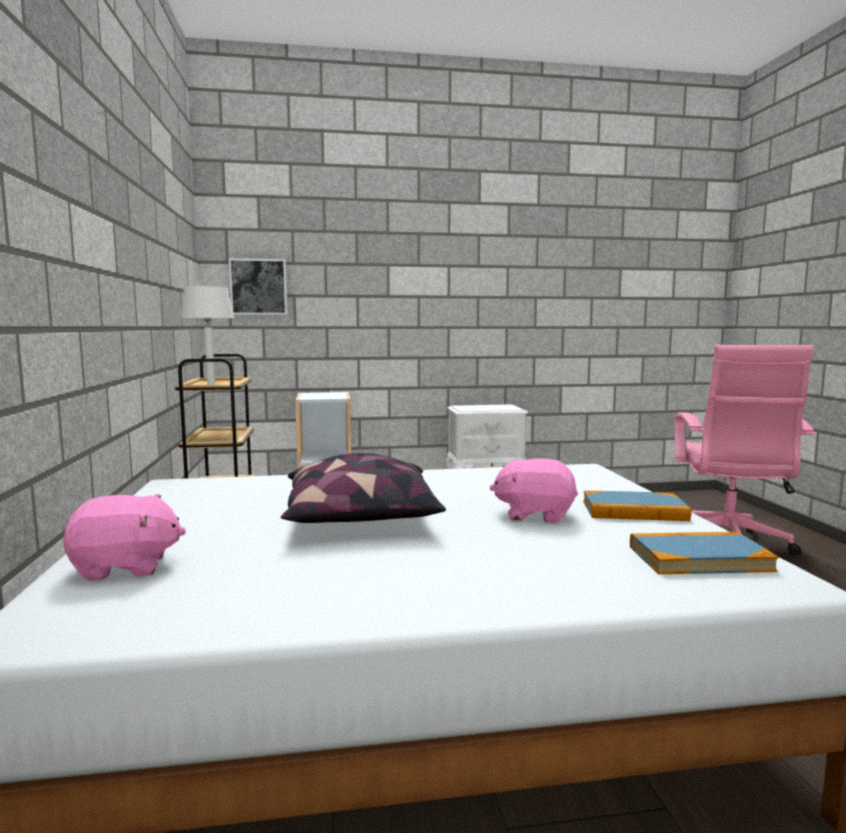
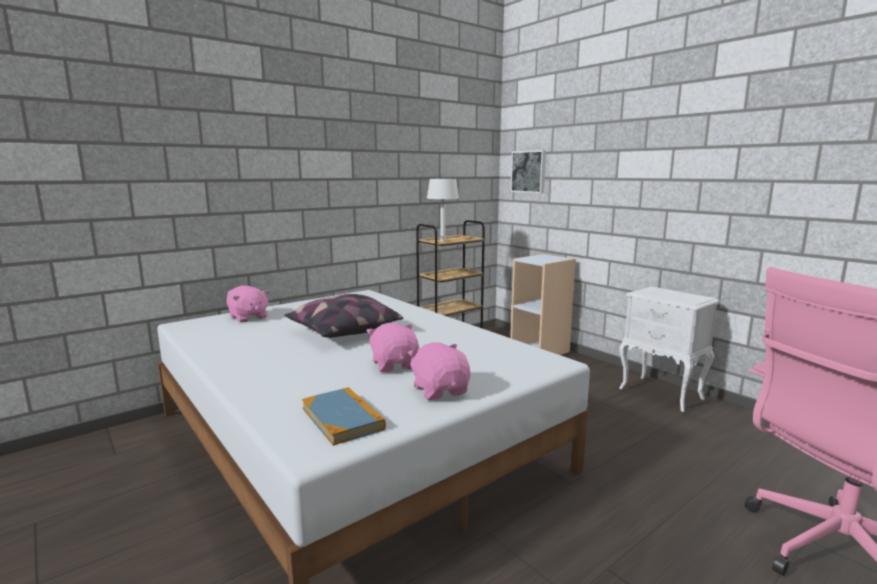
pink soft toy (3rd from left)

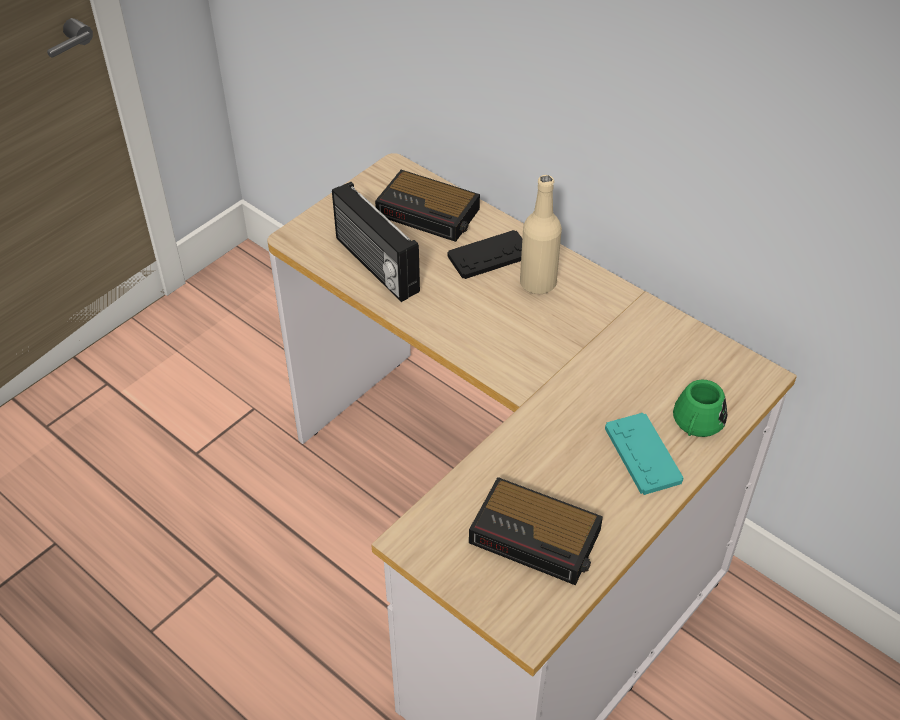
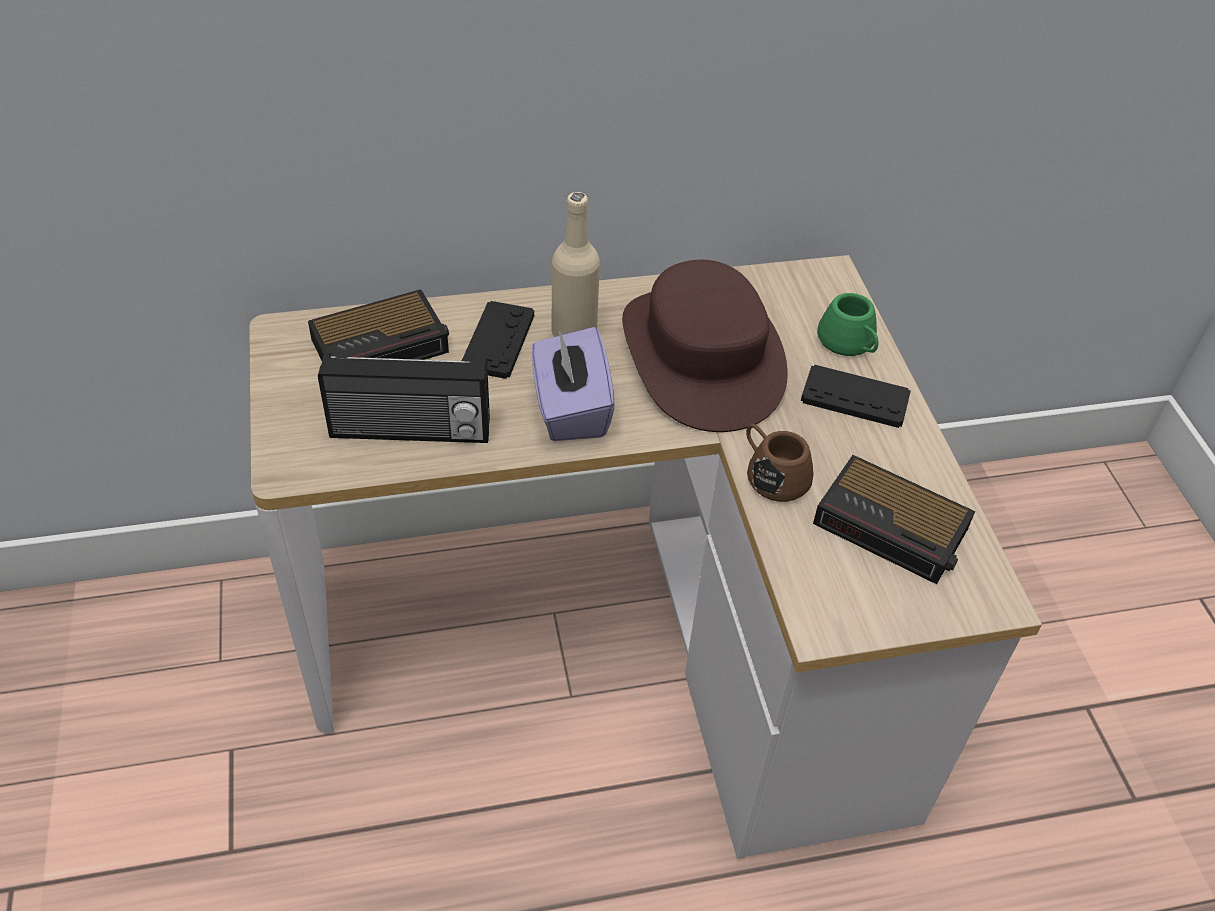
purple-coloured box of tissues; brown hat; brown tea mug; blackish gamepad (2nd from left); alarm clock (2nd from left)

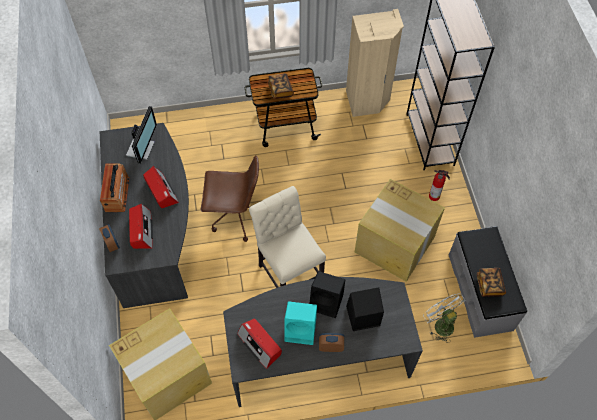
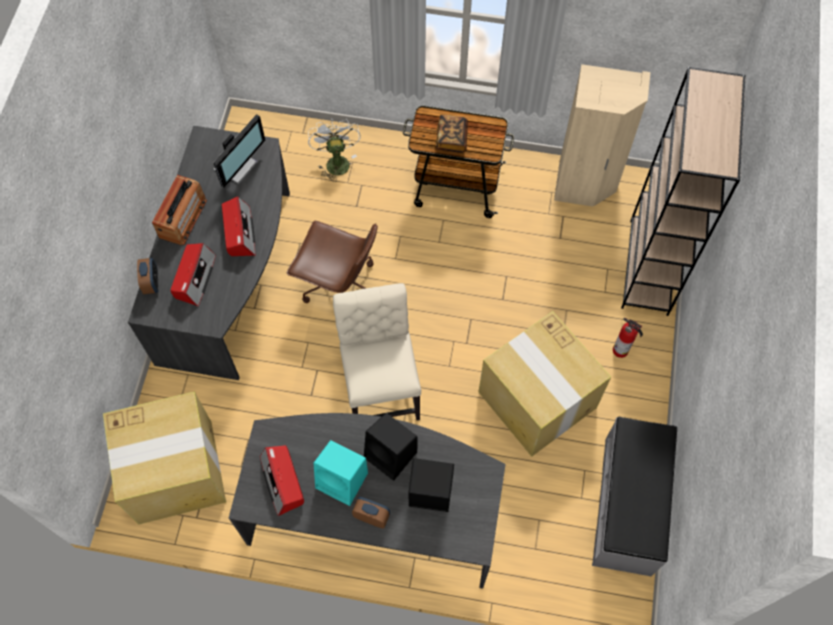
white-coloured electric fan; volume (2nd from left in the first image)

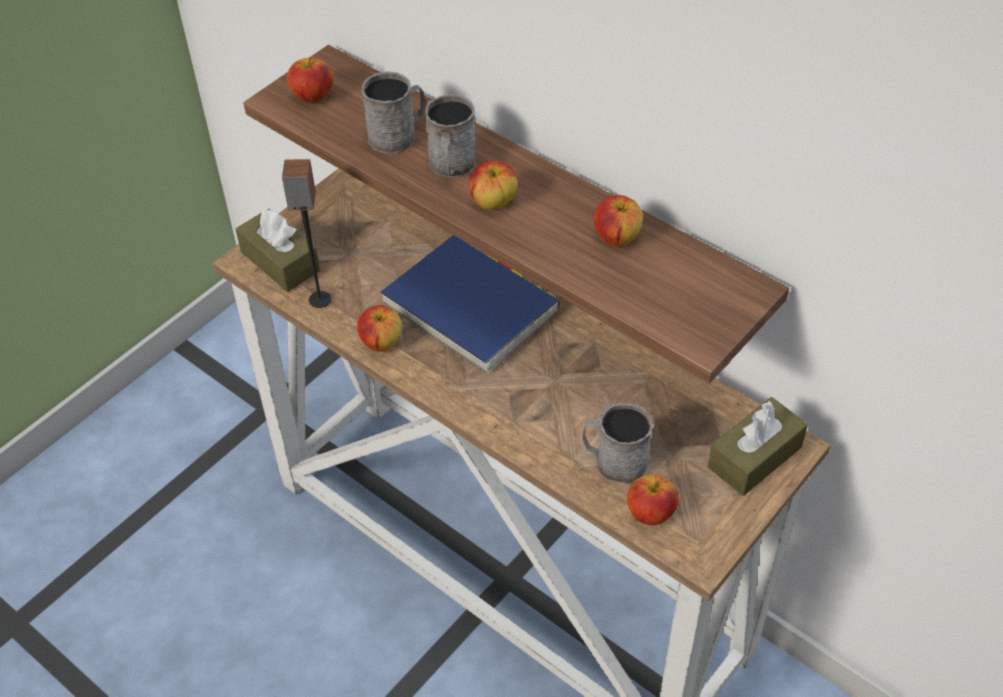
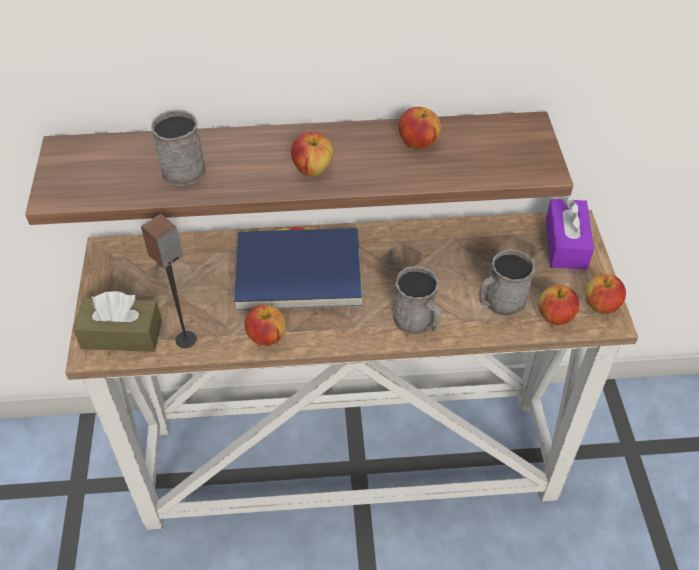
gray tea mug (2nd from left); purple-coloured box of tissues; whole apple (5th from left)

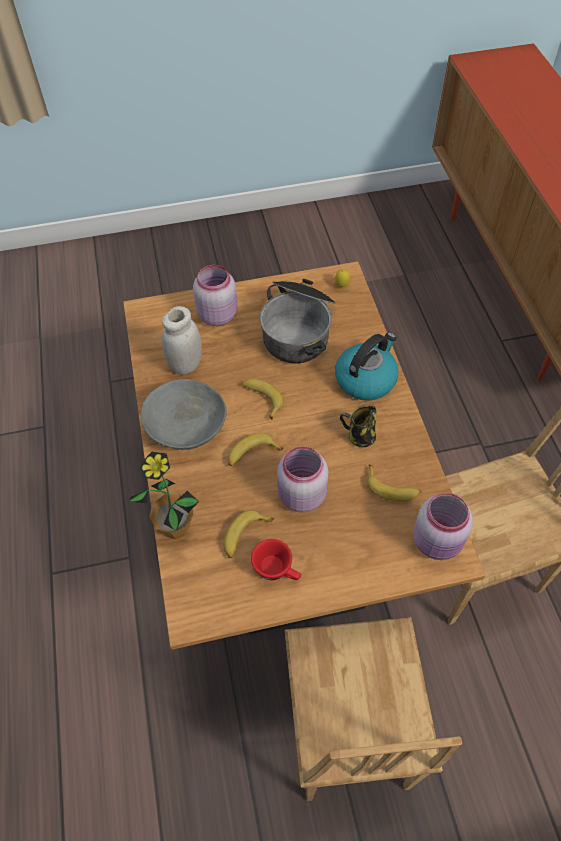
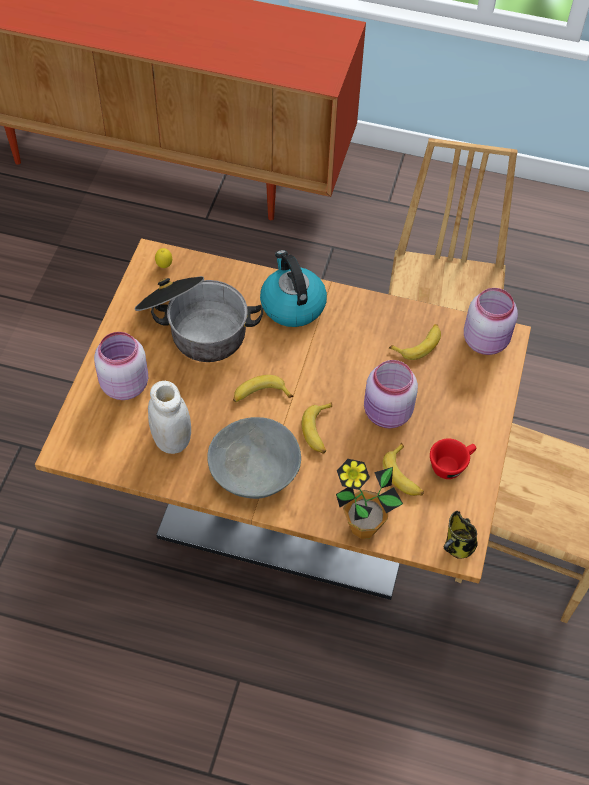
tea mug

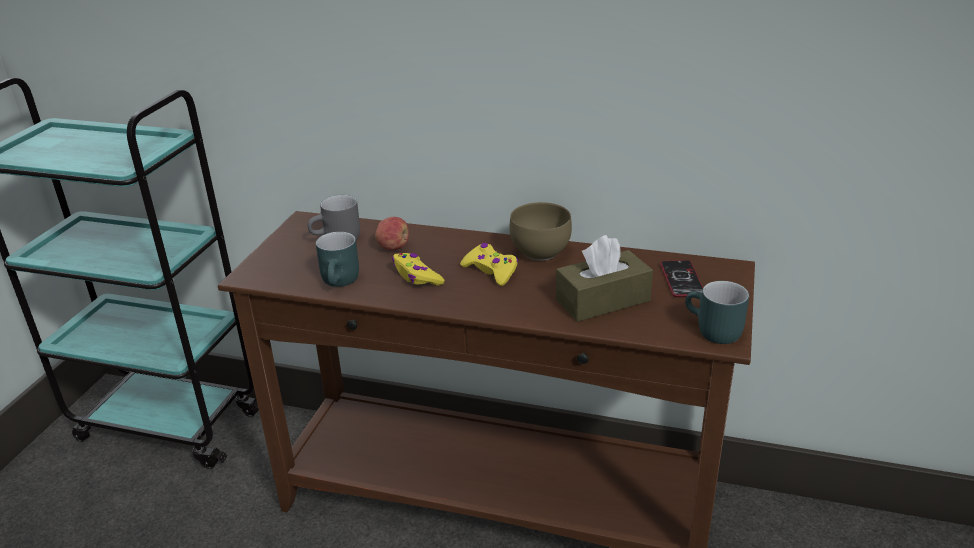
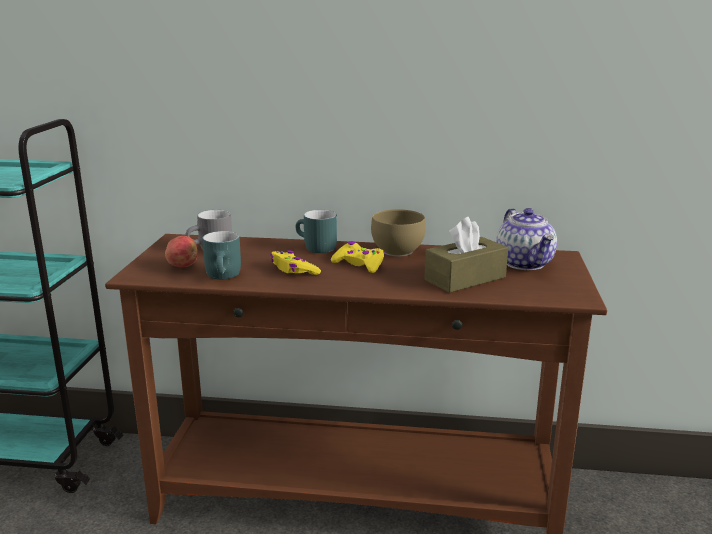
whole apple; blue-green tea mug (2nd from left); tea pot

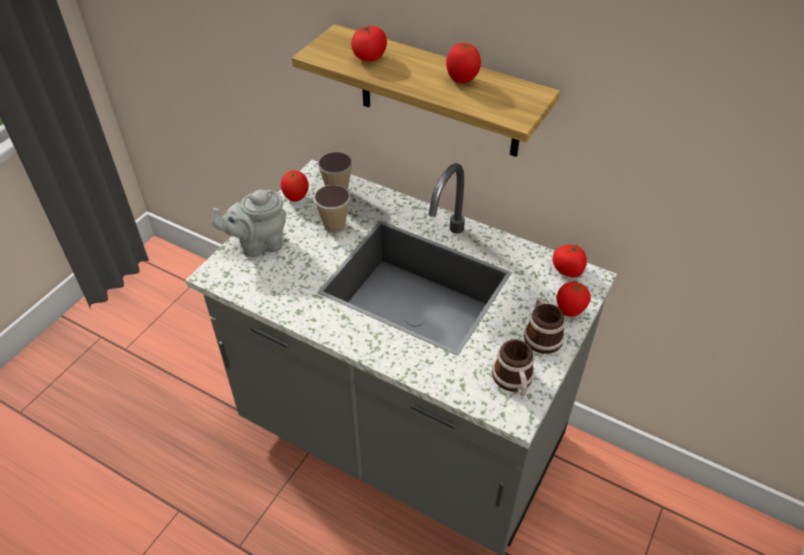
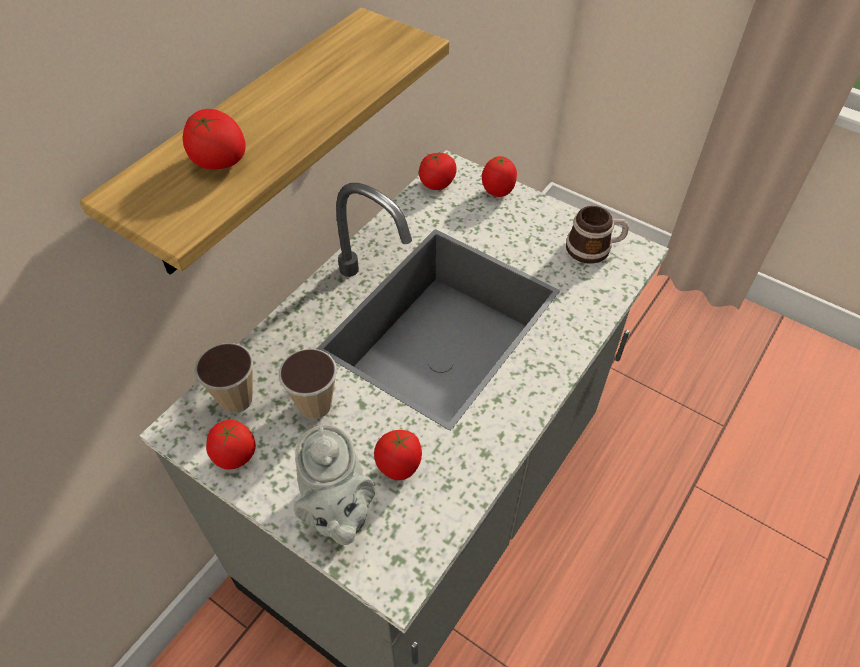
tomato (3rd from left); tea mug (2nd from left in the first image)

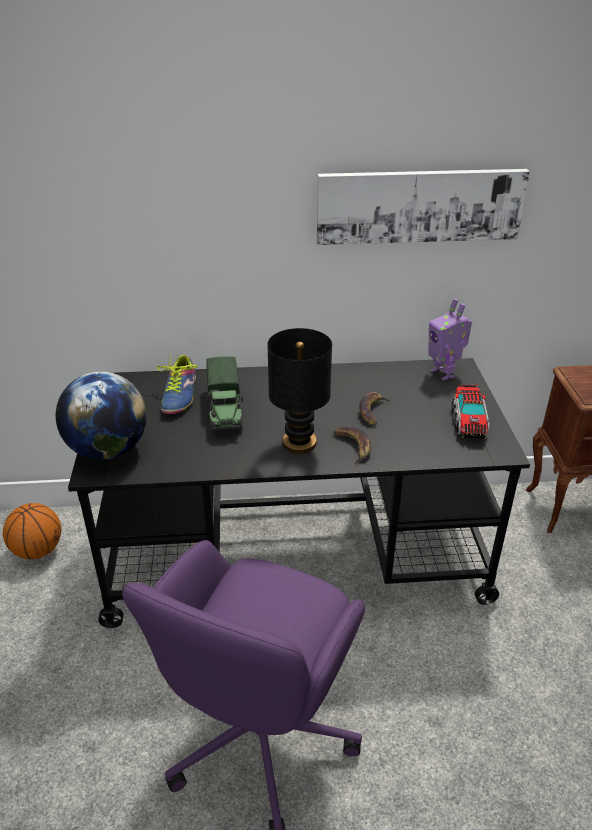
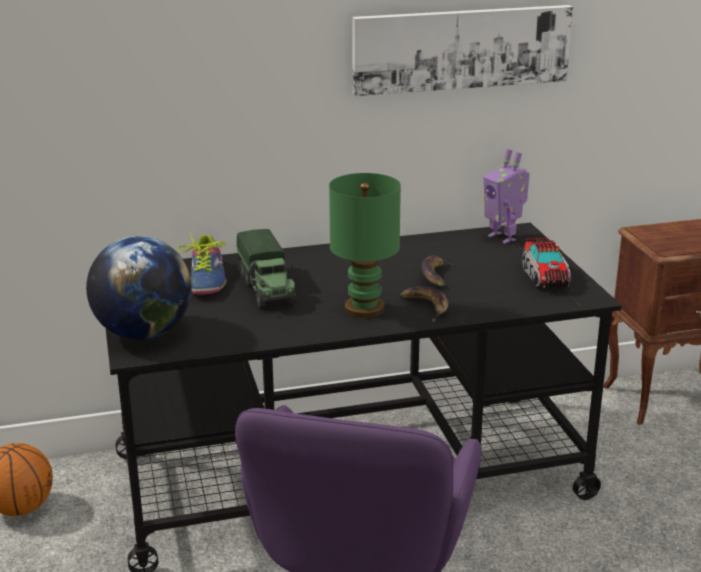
greenish tabletop lamp

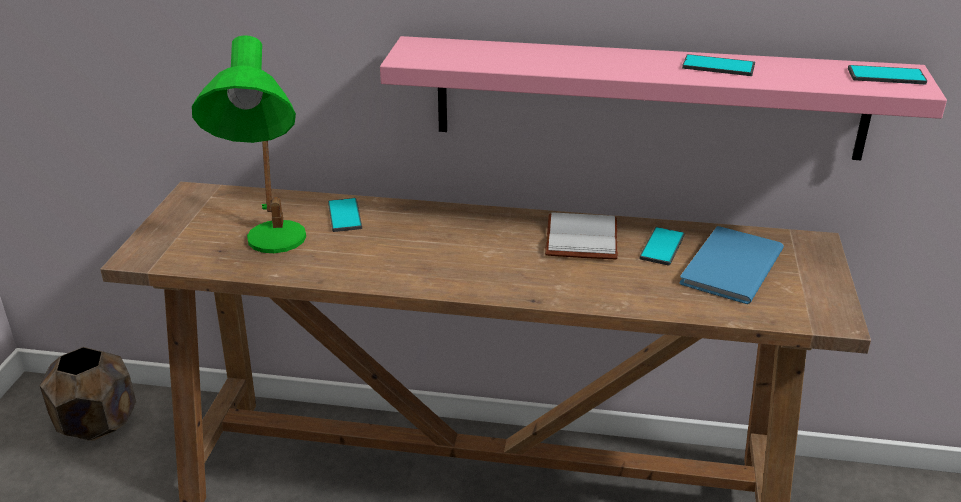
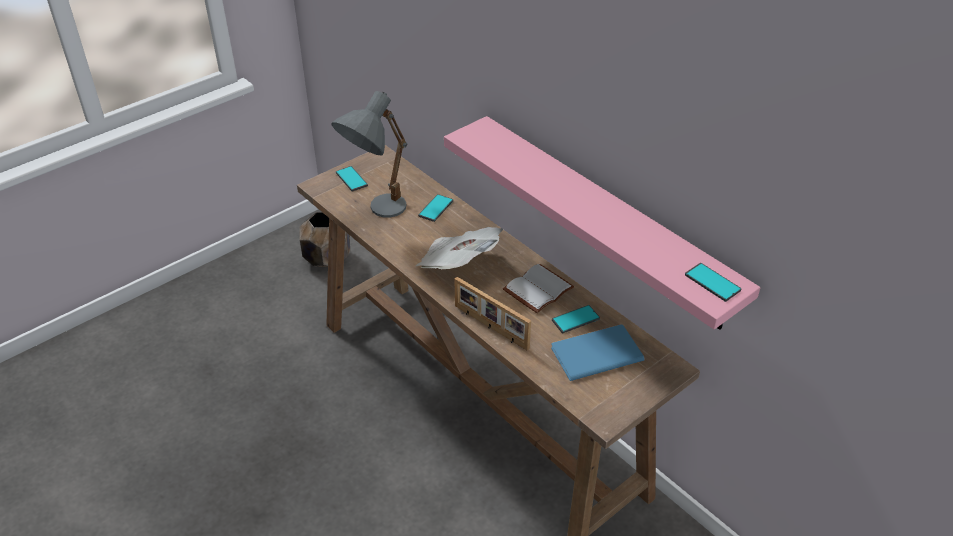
gray tabletop lamp; phone (1st from left); daily paper; picture frame

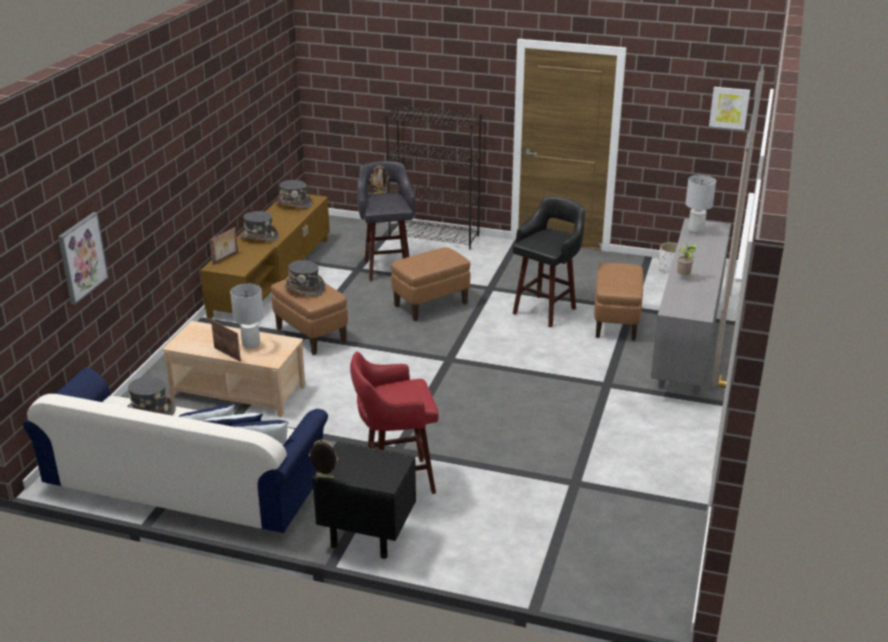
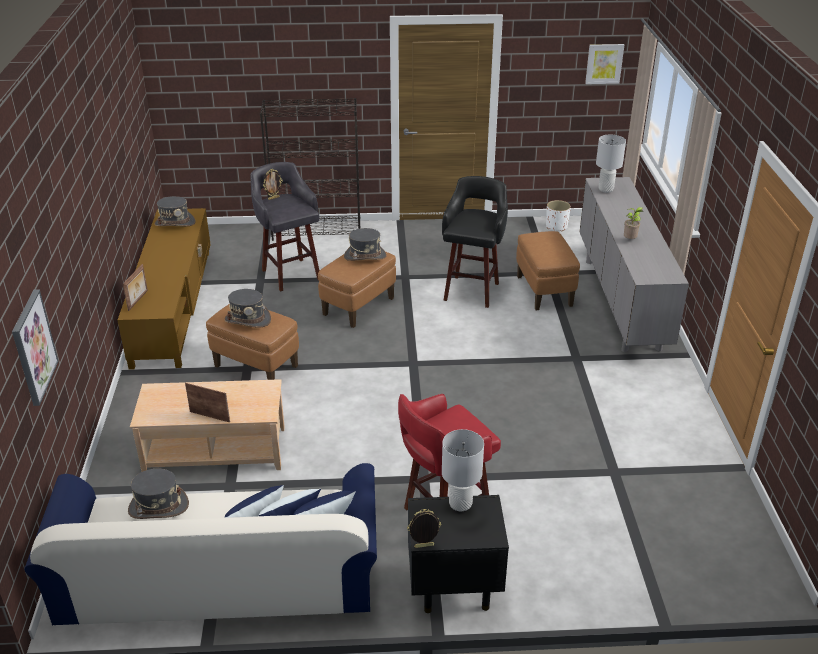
gray hat (4th from left); gray tabletop lamp (1st from left)

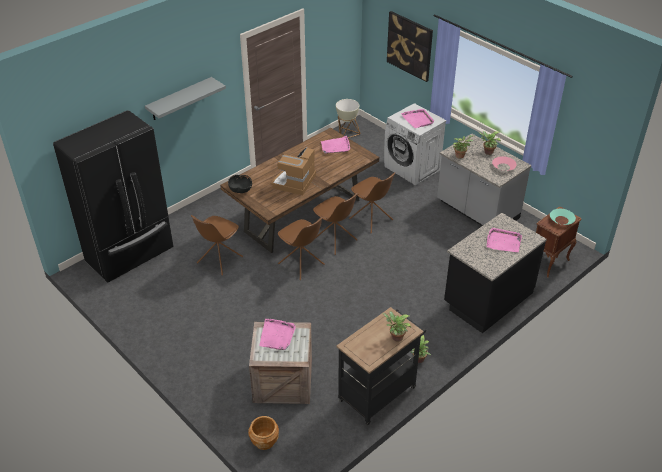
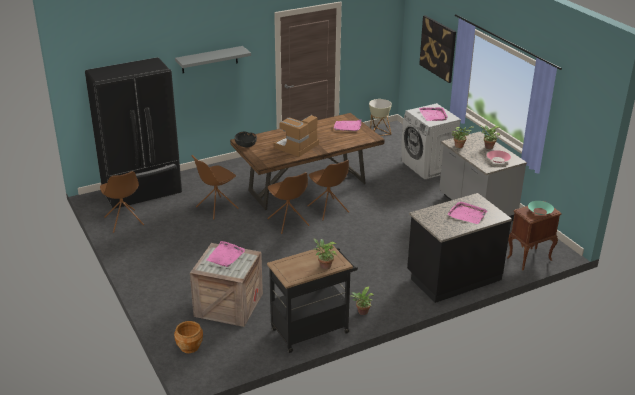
brown plain chair (1st from left)

